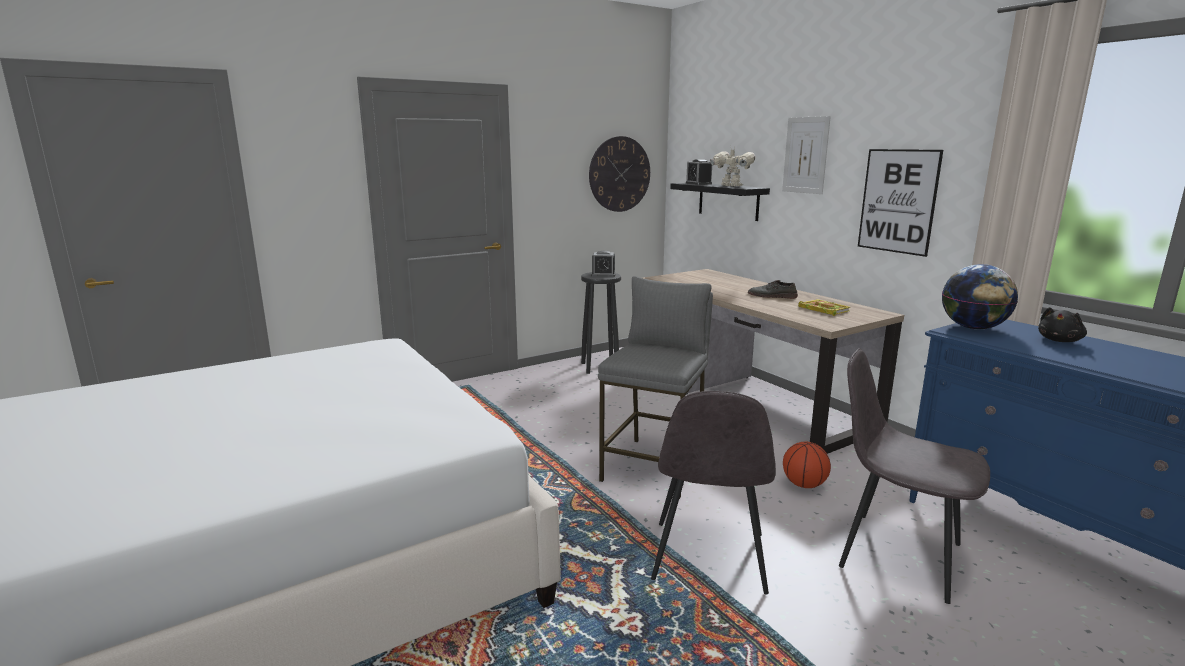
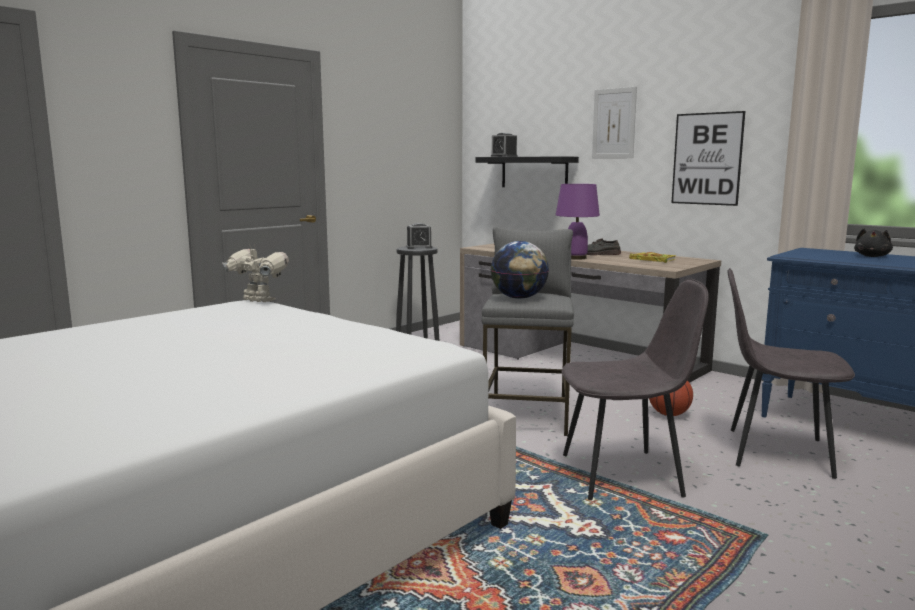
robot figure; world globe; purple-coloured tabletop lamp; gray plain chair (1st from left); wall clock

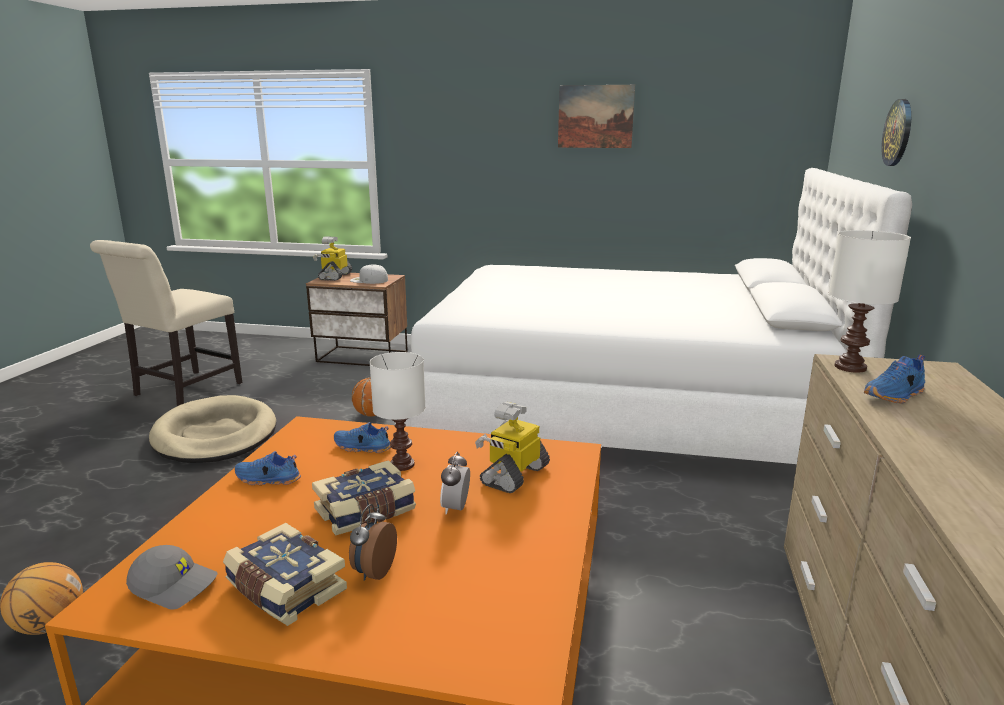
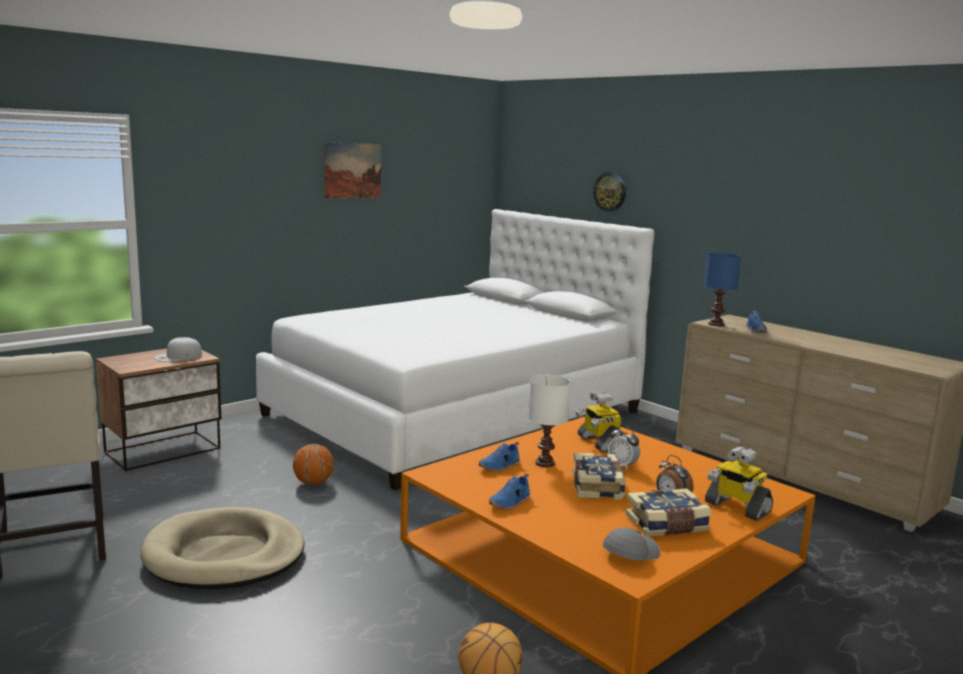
blue tabletop lamp; robot figure (2nd from left)

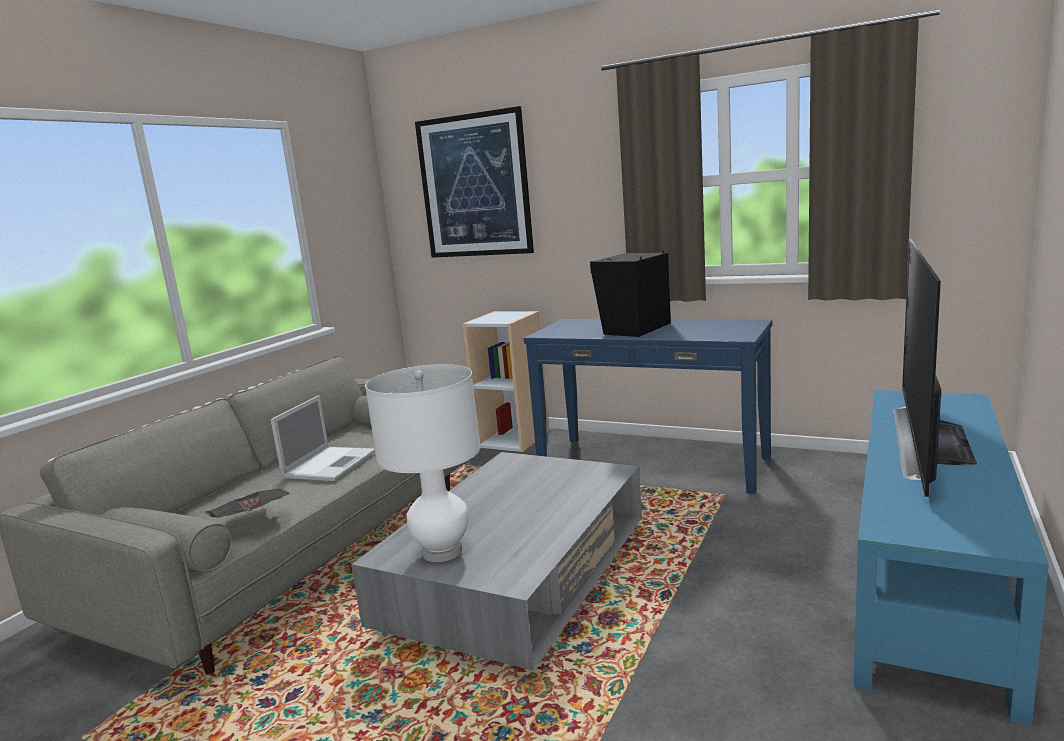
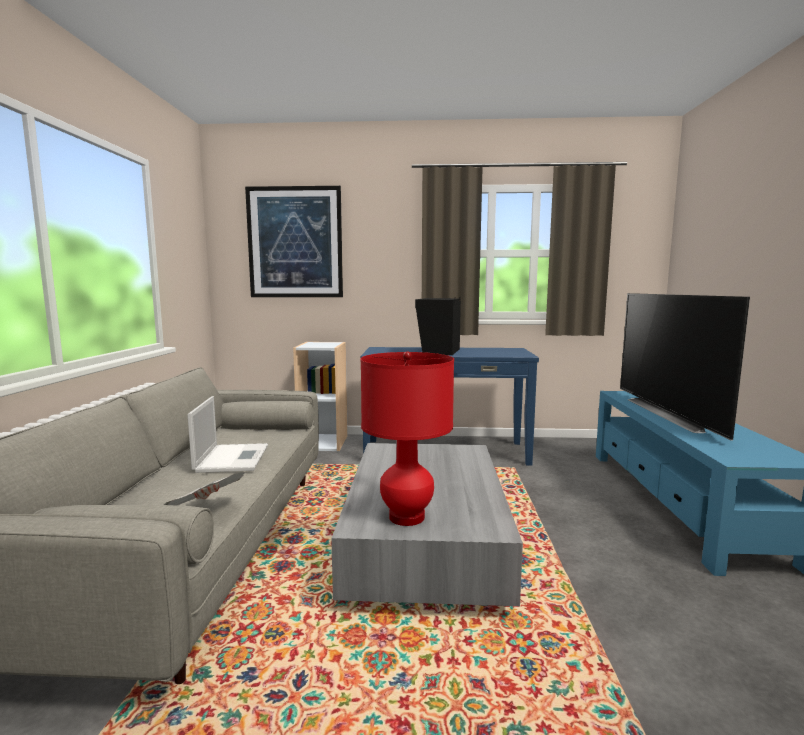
reddish tabletop lamp

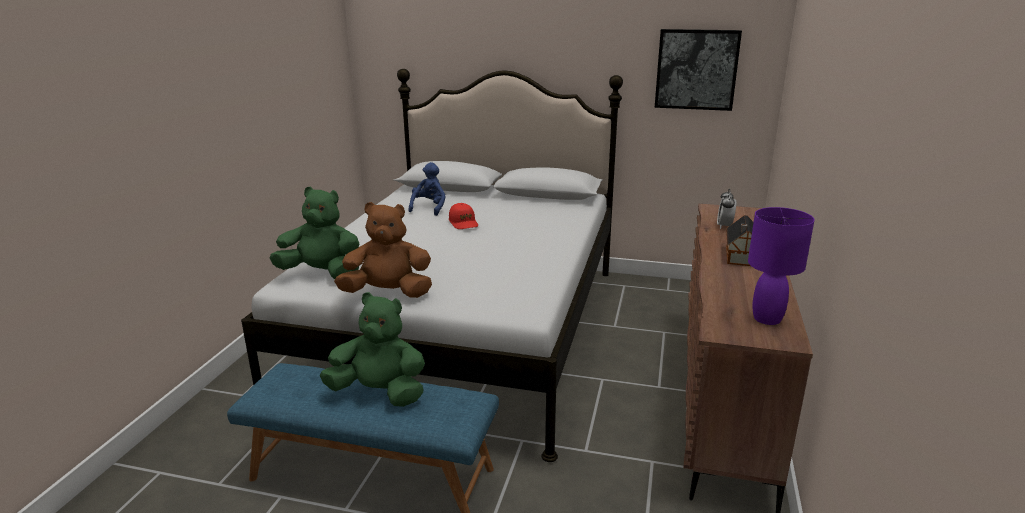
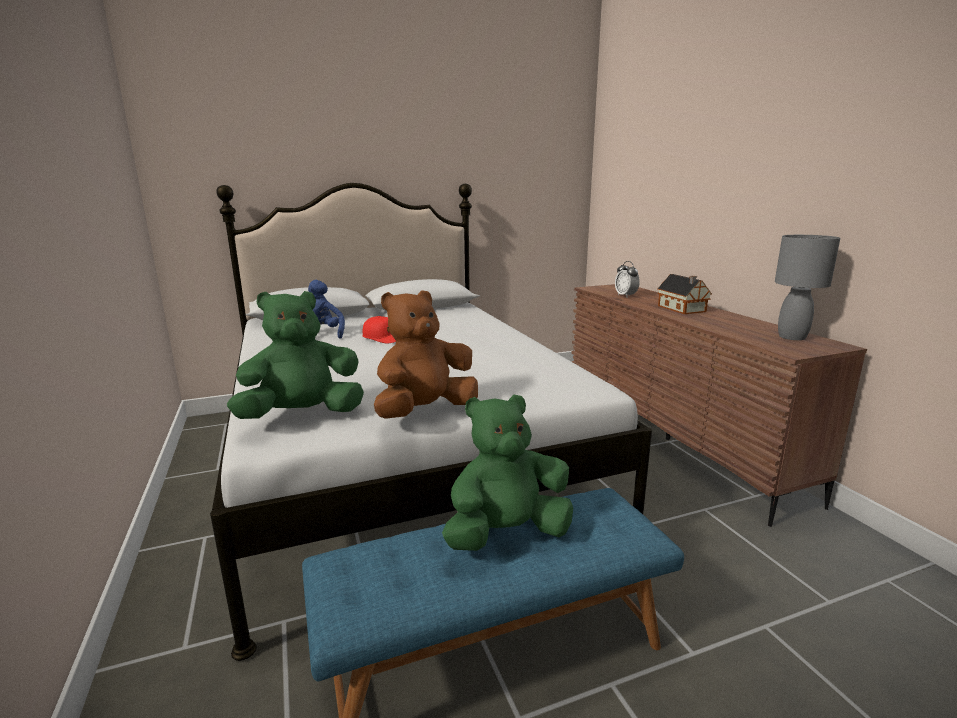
gray tabletop lamp; picture

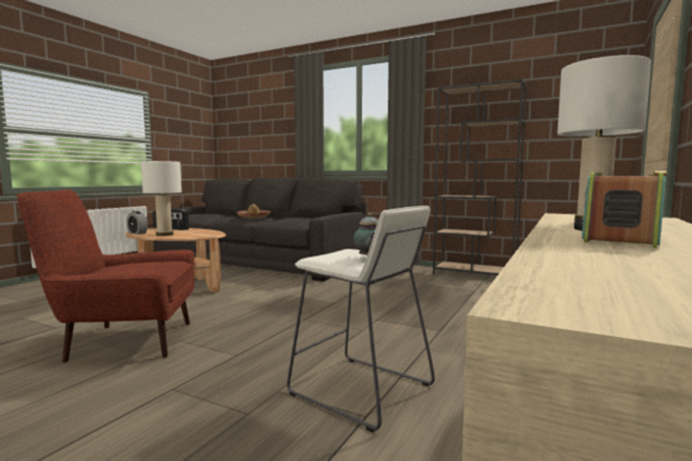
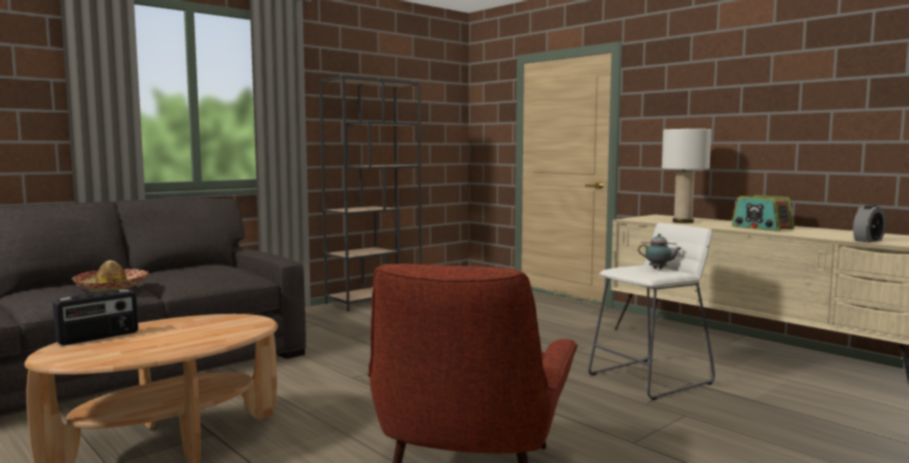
alarm clock; white-coloured tabletop lamp (1st from left in the first image)

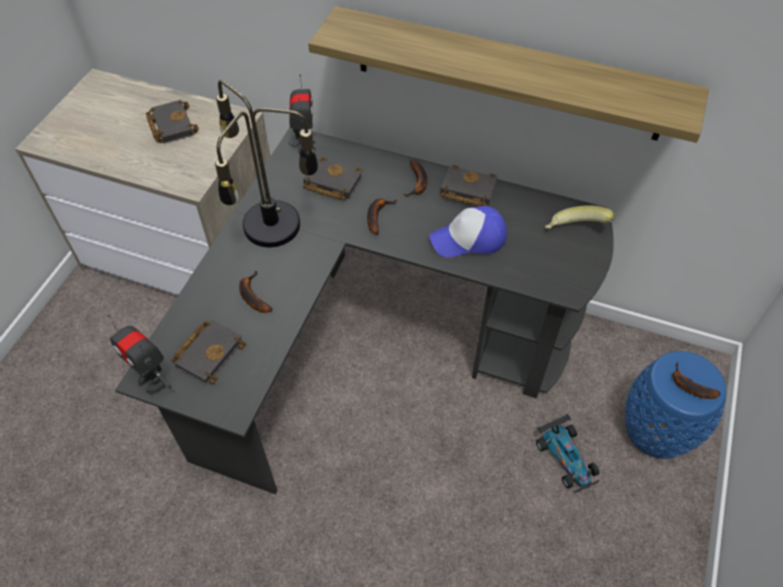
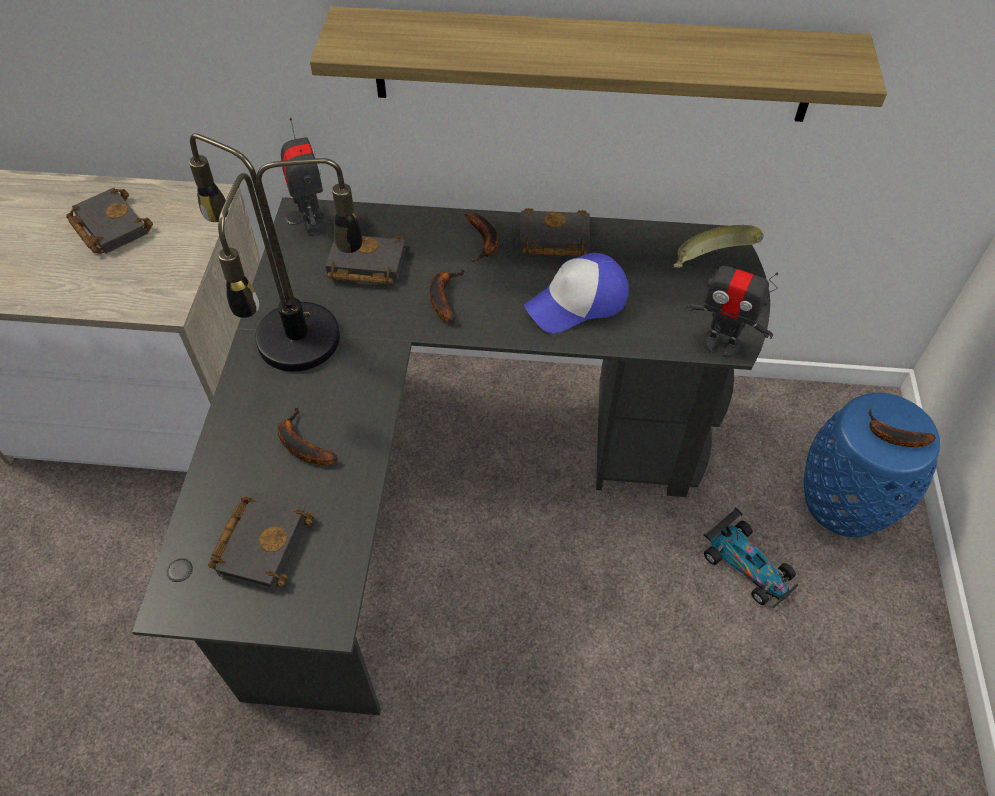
robot figure (2nd from left)

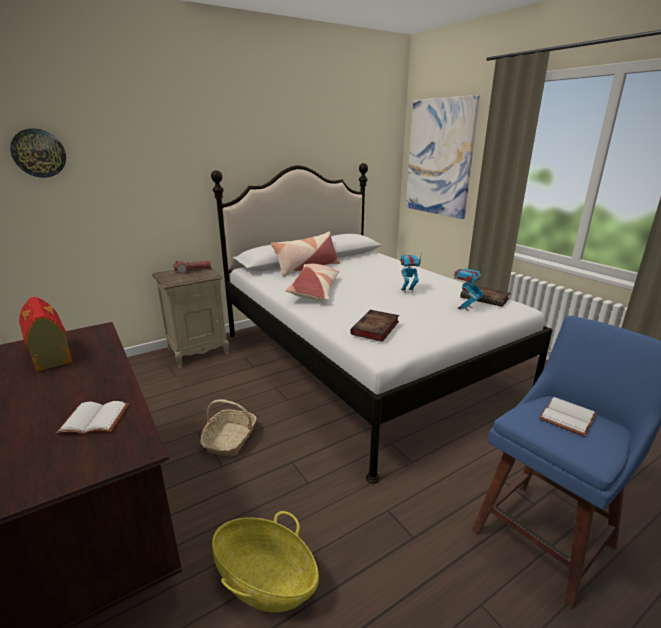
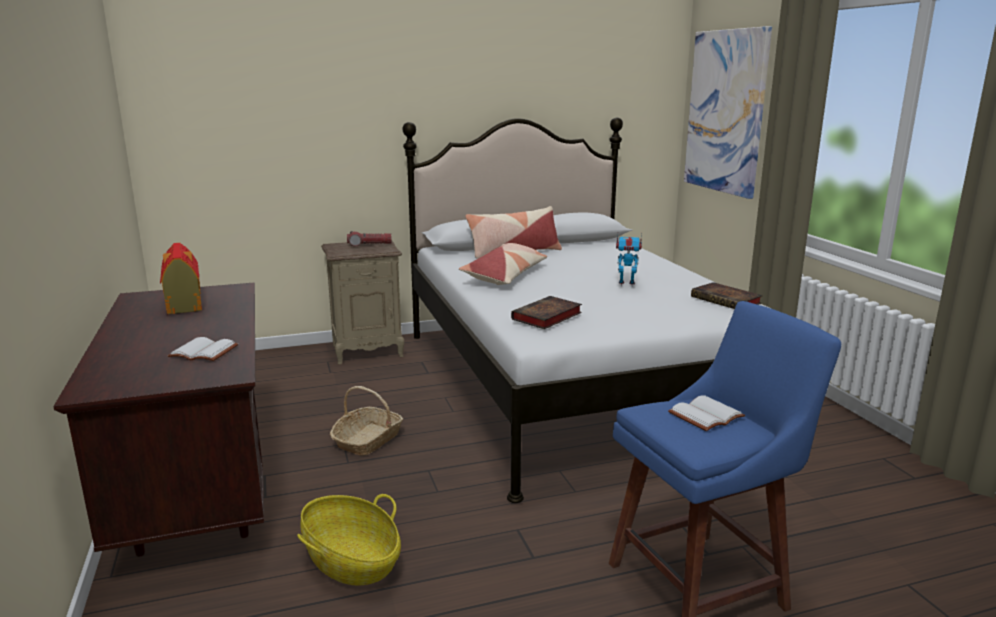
wall clock; robot figure (2nd from left in the first image)

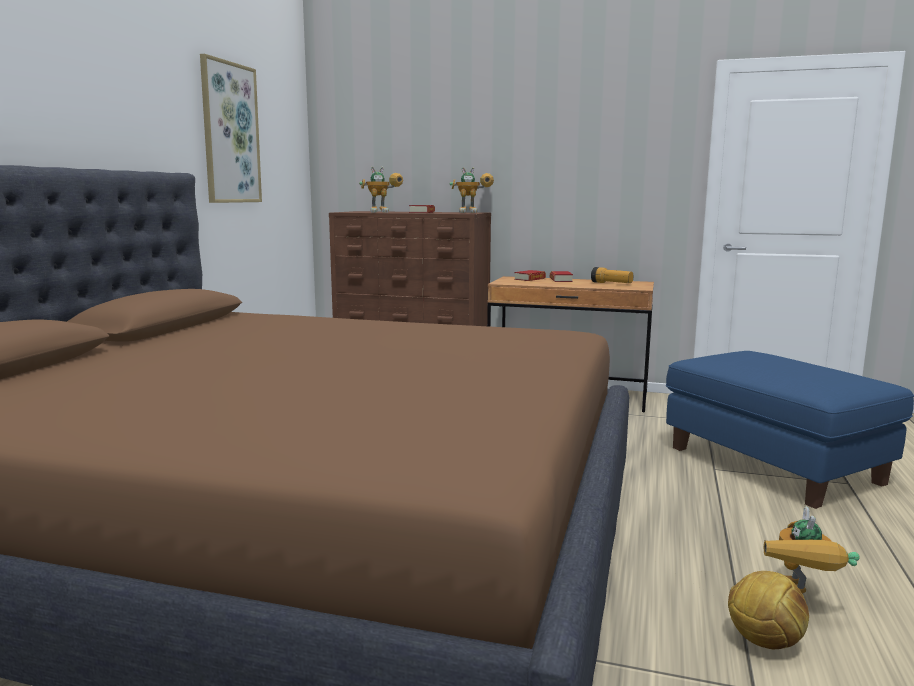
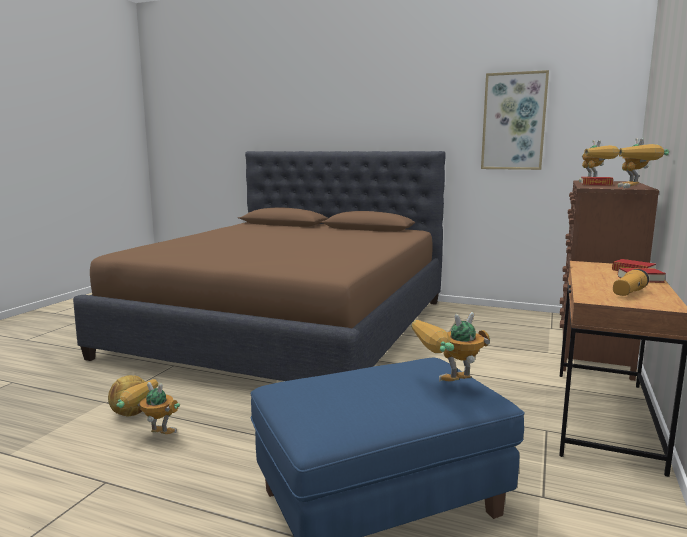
robot figure (2nd from left)

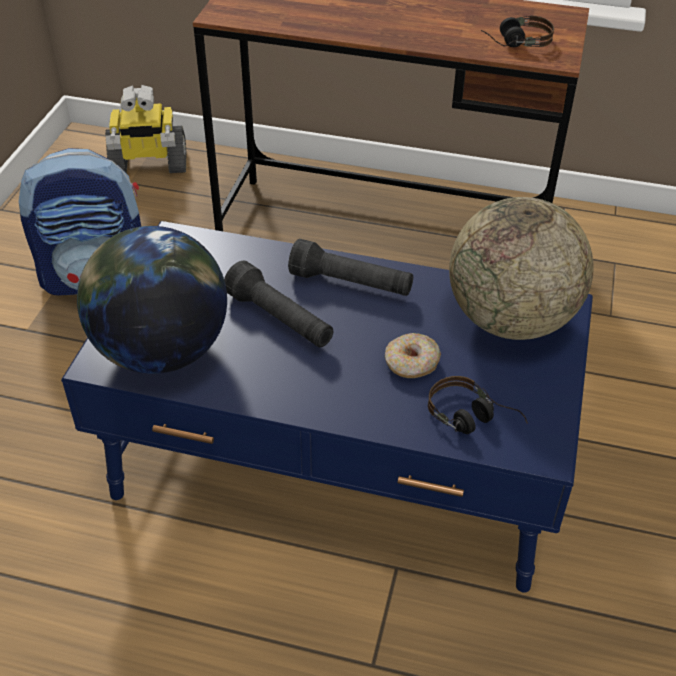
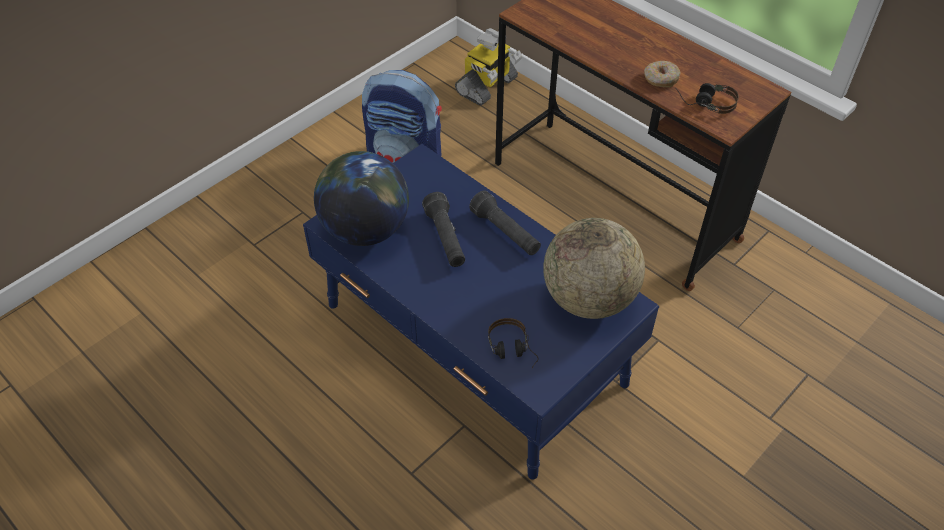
robot figure; donut

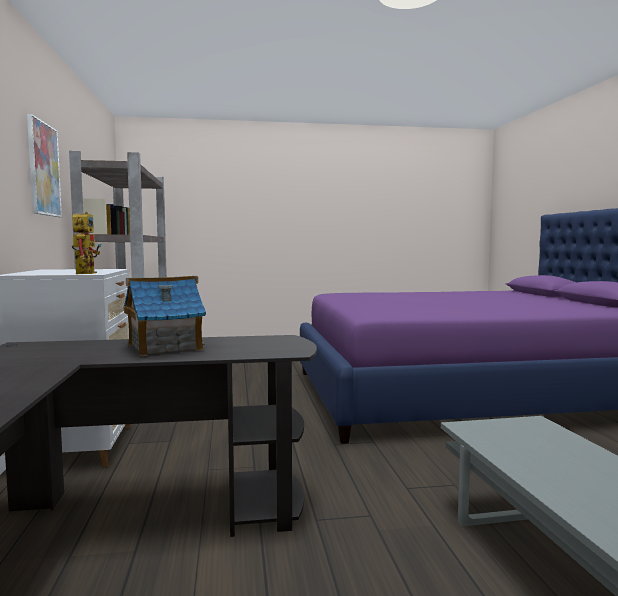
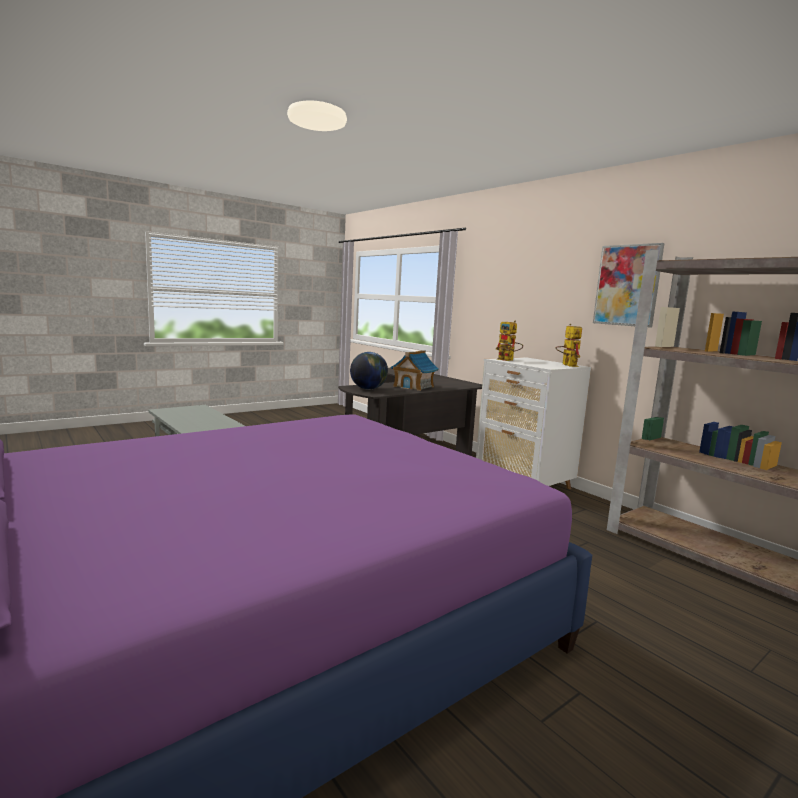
world globe; robot figure (2nd from left)

